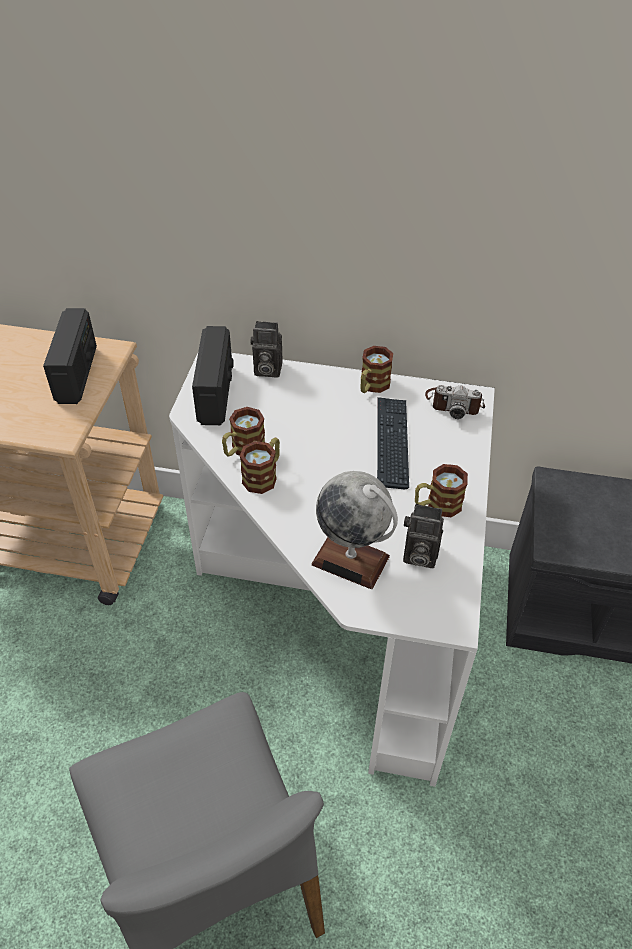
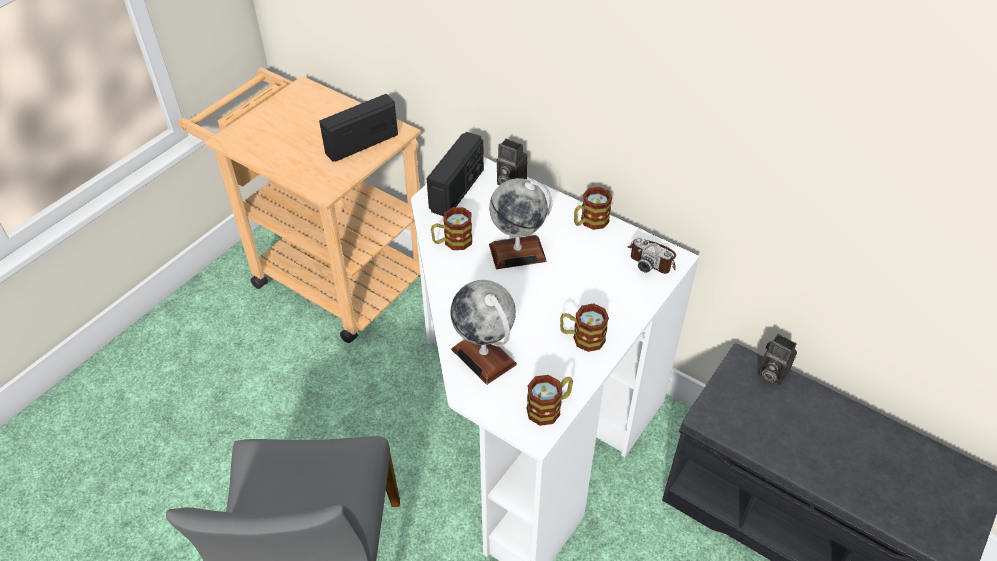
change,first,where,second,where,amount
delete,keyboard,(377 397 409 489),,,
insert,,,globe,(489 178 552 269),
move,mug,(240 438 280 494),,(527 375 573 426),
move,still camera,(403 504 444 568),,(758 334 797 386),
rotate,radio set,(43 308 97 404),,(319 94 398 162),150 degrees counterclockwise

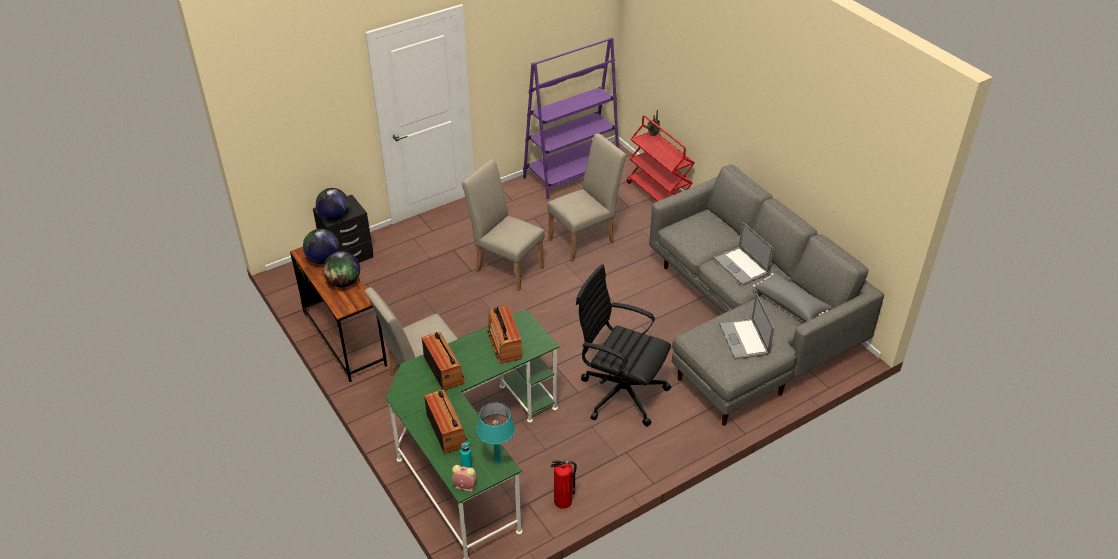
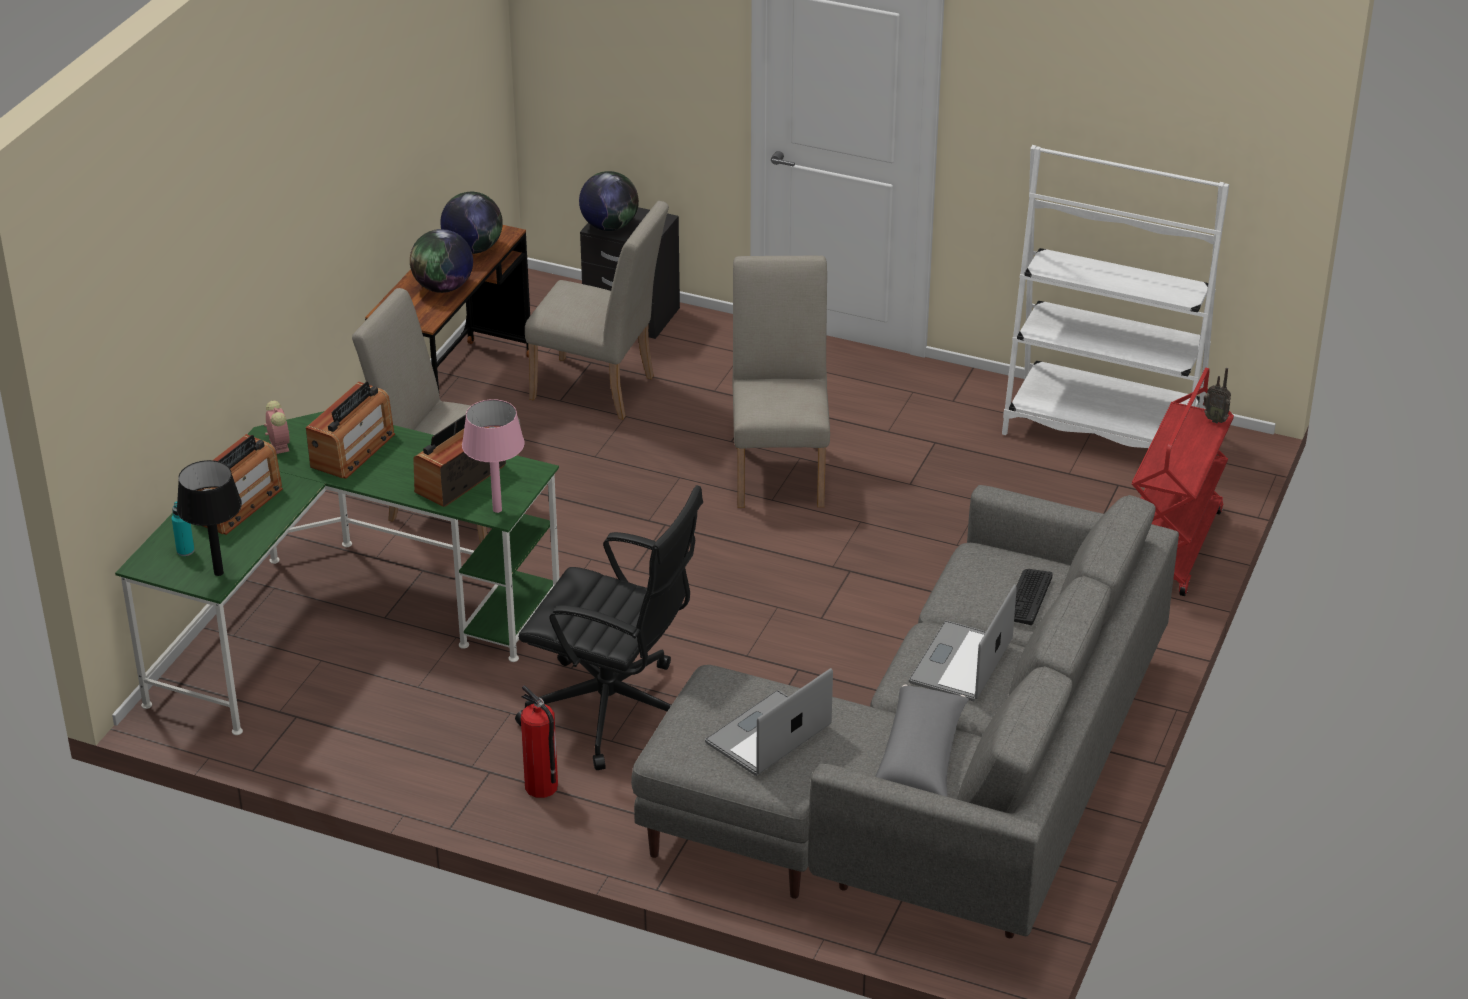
change,first,where,second,where,amount
insert,,,pink-coloured tabletop lamp,(462 399 524 513),
insert,,,keyboard,(1014 569 1053 625),
move,table clock,(452 465 477 492),,(264 401 290 454),
move,sand-coloured chair,(547 133 626 262),,(525 201 669 420),
move,fire-fighting cylinder,(551 460 577 509),,(521 685 558 798),
recolor,turquoise-coloured tabletop lamp,(477 403 515 464),black-coloured tabletop lamp,(177 460 242 576),
recolor,purplish bookshelf,(523 37 619 199),whitish bookshelf,(1002 145 1229 448),
rotate,black-coloured office chair,(576 264 671 426),,(515 485 703 770),120 degrees clockwise

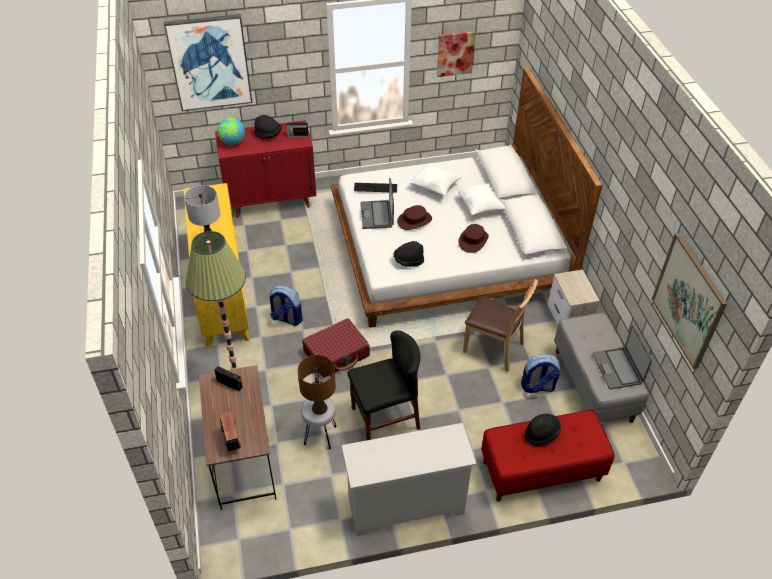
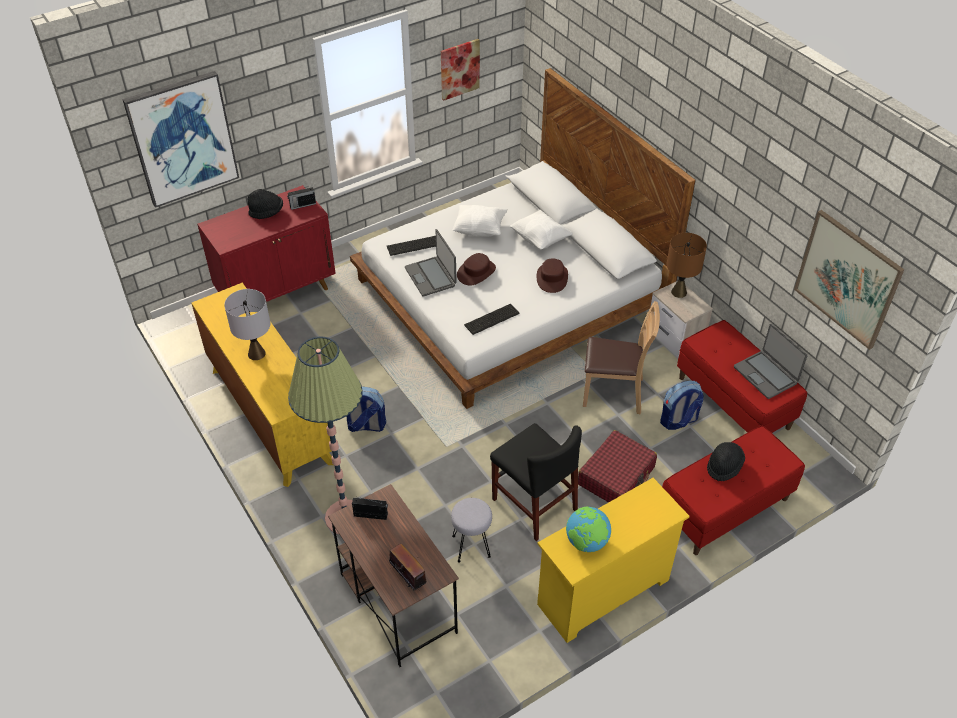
change,first,where,second,where,amount
move,globe,(217 117 245 145),,(566 507 611 552),
move,brownish tabletop lamp,(298 355 336 415),,(666 233 707 298),
move,red-coloured travel case,(302 318 370 378),,(578 430 657 503),
replace,black-coloured wearable hat,(394 241 424 267),keyboard,(464 304 520 335),
recolor,whitish dresser,(342 423 476 536),yellow-coloured dresser,(537 478 689 643),
recolor,greyish long seat,(554 313 649 423),red-coloured long seat,(677 320 807 433),
rotate,black-coloured chair,(348 330 420 441),,(490 423 582 541),90 degrees clockwise

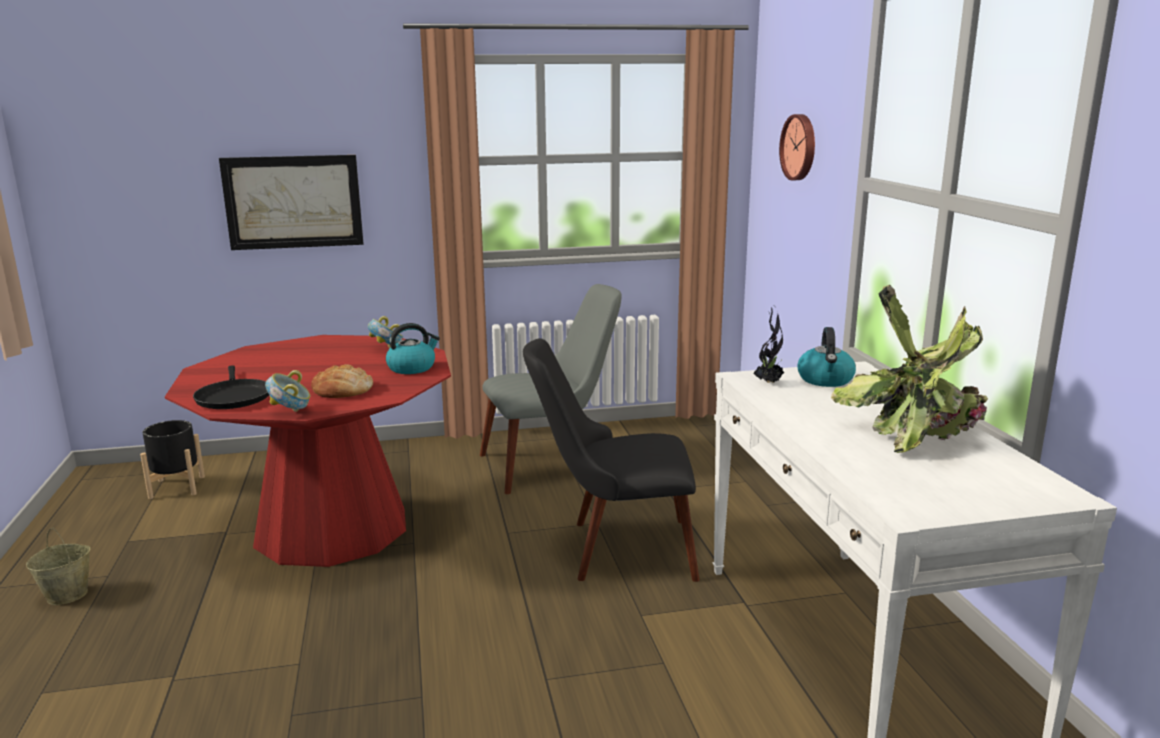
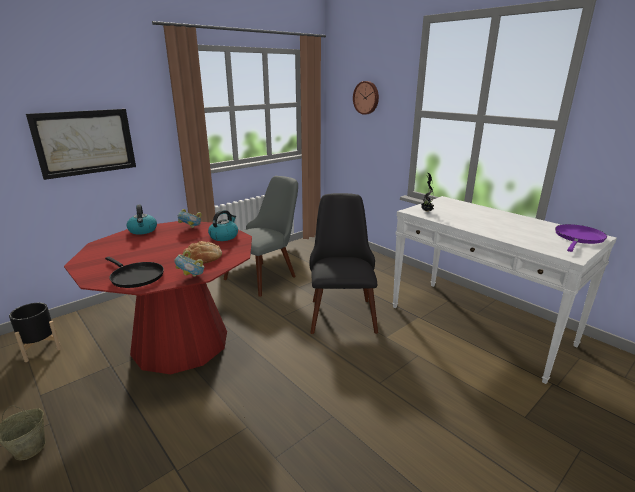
change,first,where,second,where,amount
delete,potted plant,(831 285 988 453),,,
insert,,,purplish skillet,(555 224 607 252),
move,tea kettle,(797 327 856 387),,(127 204 157 235),
rotate,black-coloured chair,(523 338 700 582),,(309 193 378 334),120 degrees clockwise

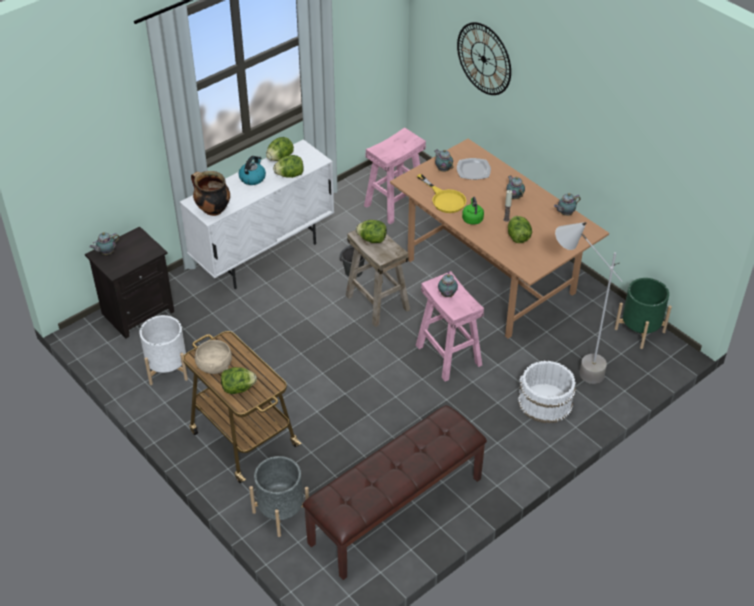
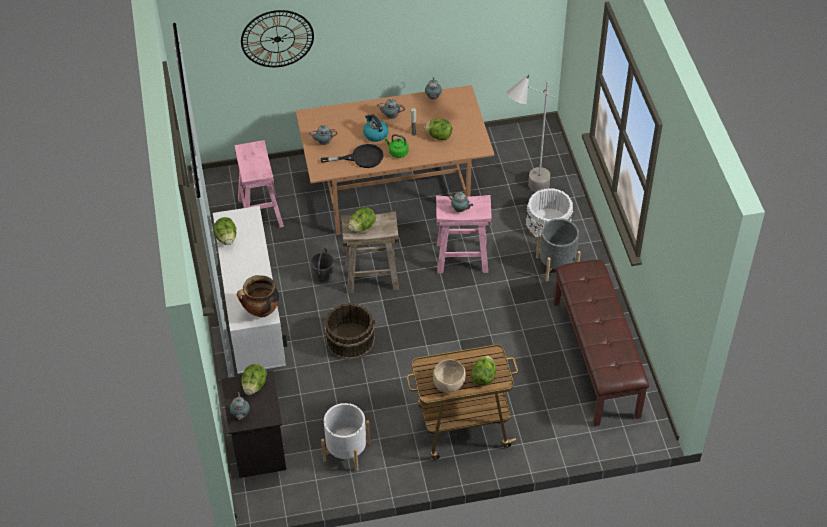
change,first,where,second,where,amount
delete,dinner plate,(457 158 491 180),,,
delete,green flower pot,(615 278 672 349),,,
insert,,,brownish bucket,(324 303 375 360),
move,tea kettle,(238 156 266 185),,(363 114 388 142),
move,greyish flower pot,(249 456 309 537),,(536 218 581 281),
move,head of lettuce,(273 155 304 178),,(241 364 267 395),
recolor,yellow-coloured skillet,(417 174 466 213),black-coloured skillet,(321 144 384 168),

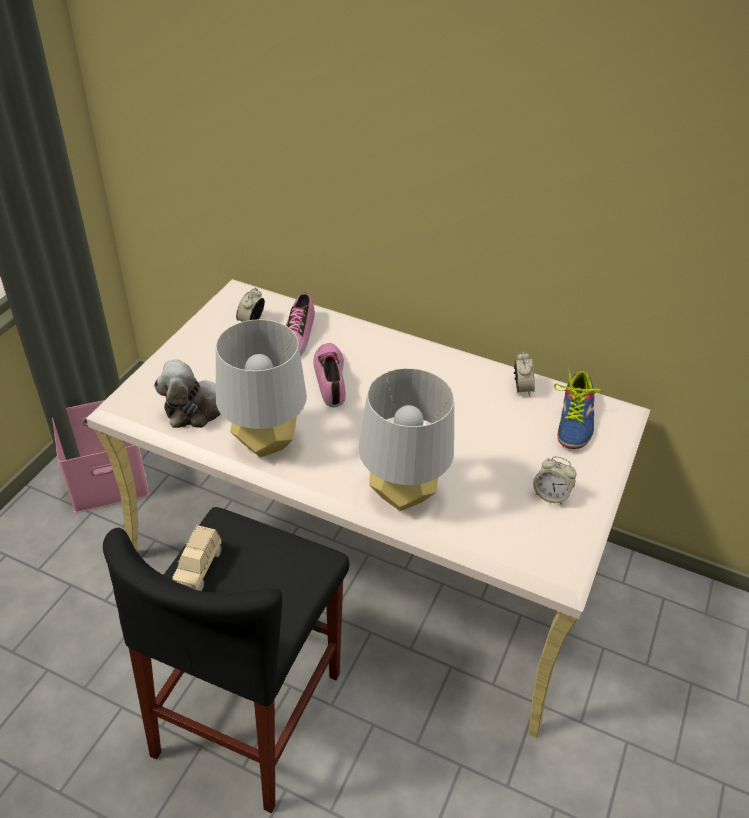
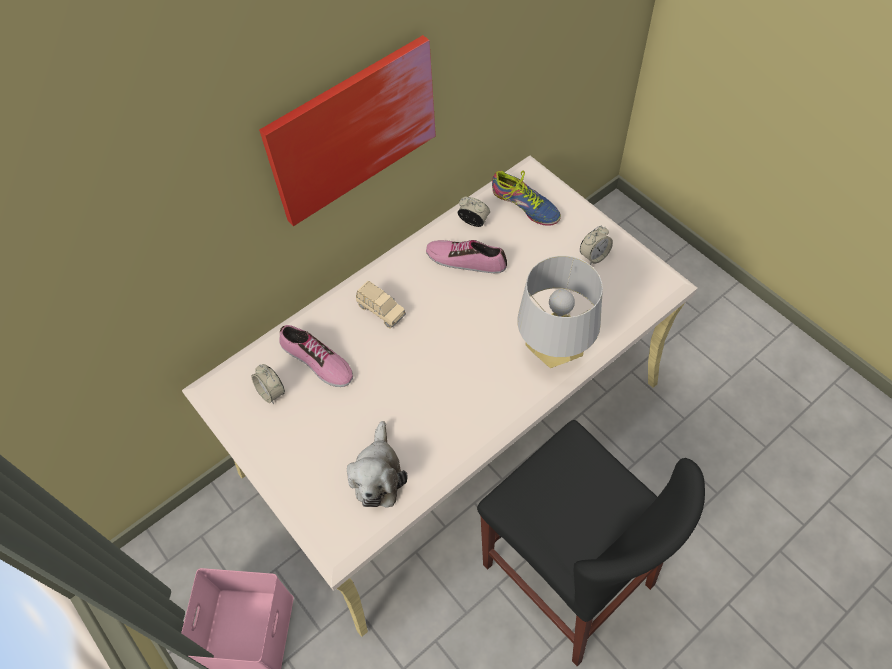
change,first,where,second,where,amount
delete,greyish tabletop lamp,(216 319 307 457),,,
insert,,,picture,(259 35 436 226),
move,sand-coloured model car,(173 526 222 591),,(356 281 406 328),
move,shoe,(313 343 346 408),,(426 240 507 273),

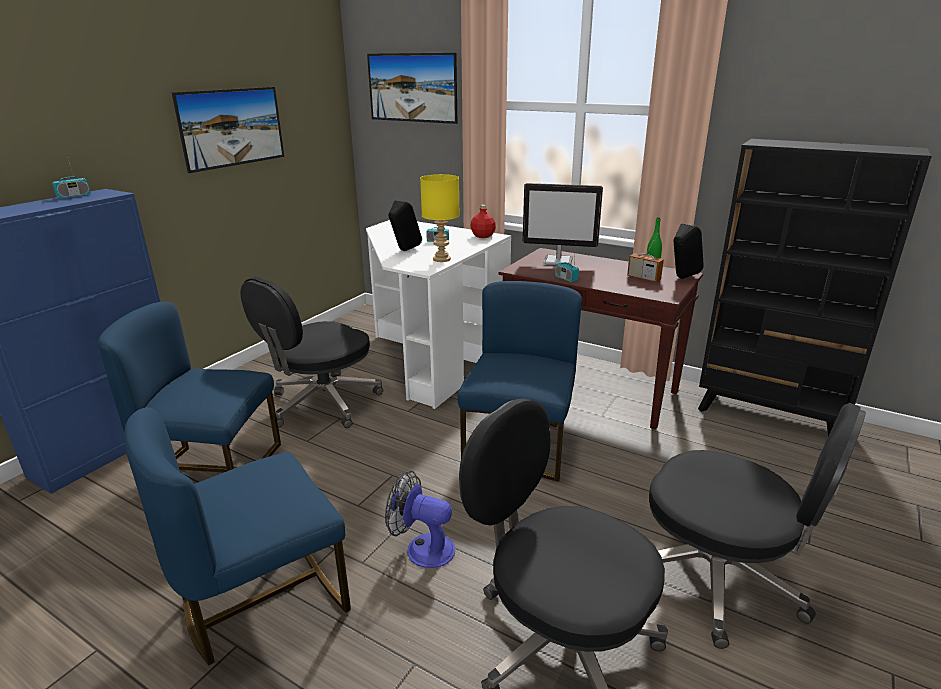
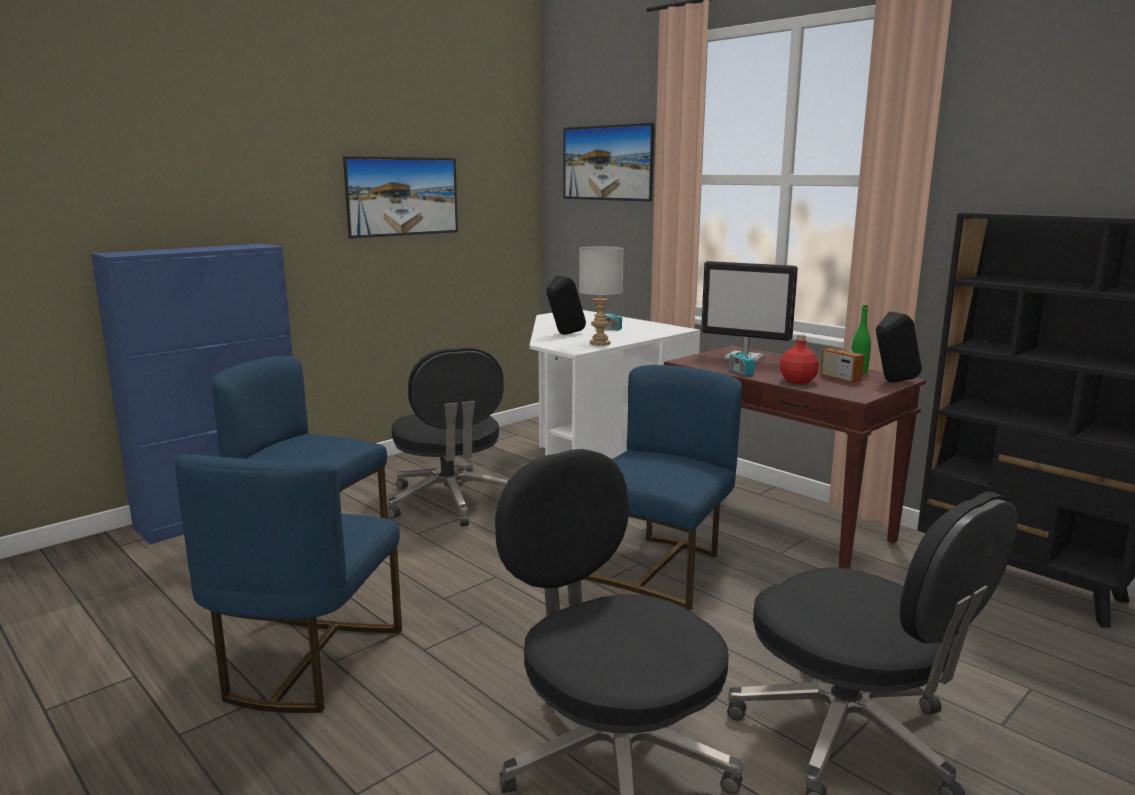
change,first,where,second,where,amount
delete,radio set,(52 155 91 198),,,
delete,electric fan,(385 470 455 568),,,
move,red-coloured drink bottle,(470 205 496 238),,(779 334 819 384),
recolor,yellow-coloured tabletop lamp,(420 174 460 262),greyish tabletop lamp,(579 247 624 346),
rotate,blue-coloured chair,(124 407 351 665),,(175 454 402 713),60 degrees counterclockwise
rotate,black-coloured office chair,(240 277 383 428),,(388 347 509 526),75 degrees counterclockwise

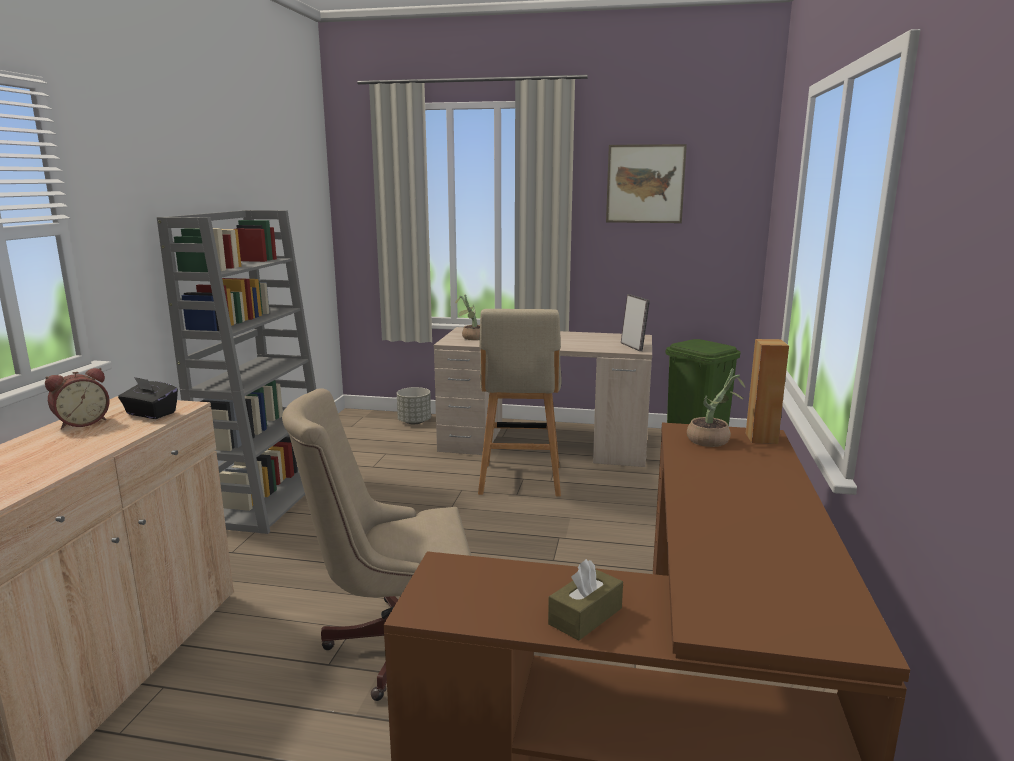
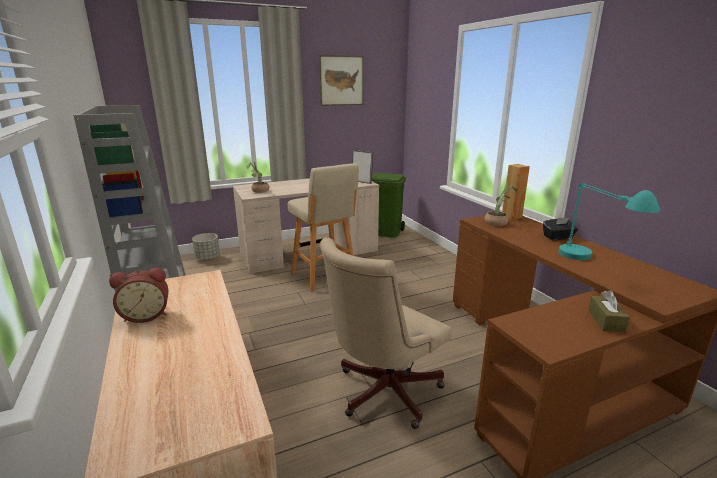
change,first,where,second,where,amount
insert,,,turquoise-coloured tabletop lamp,(558 183 660 260),
move,black-coloured tissue holder,(118 377 178 419),,(543 217 578 240),
rotate,table clock,(45 368 110 429),,(109 267 168 323),60 degrees clockwise

